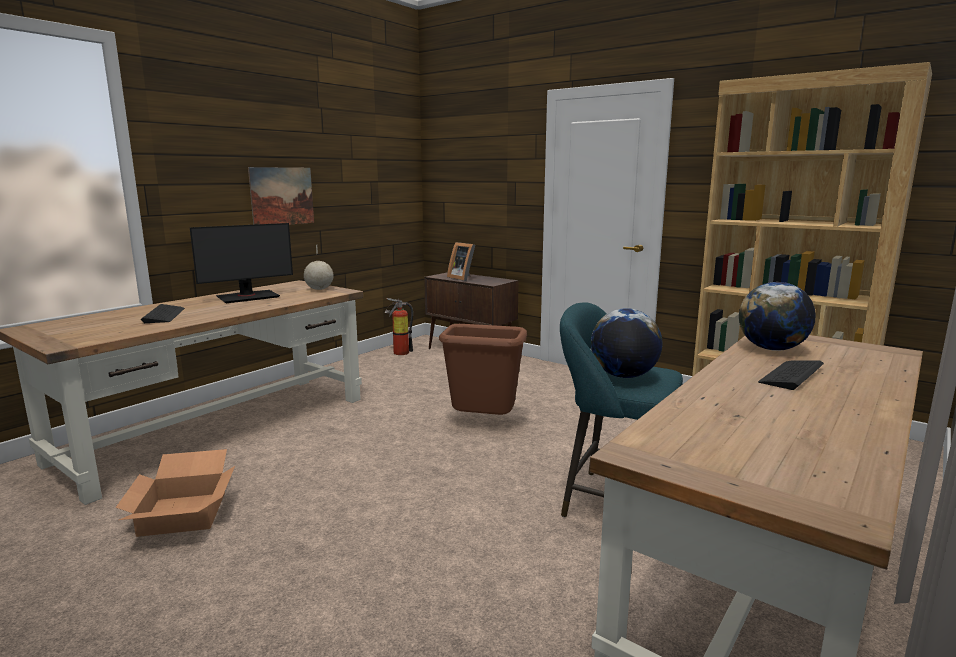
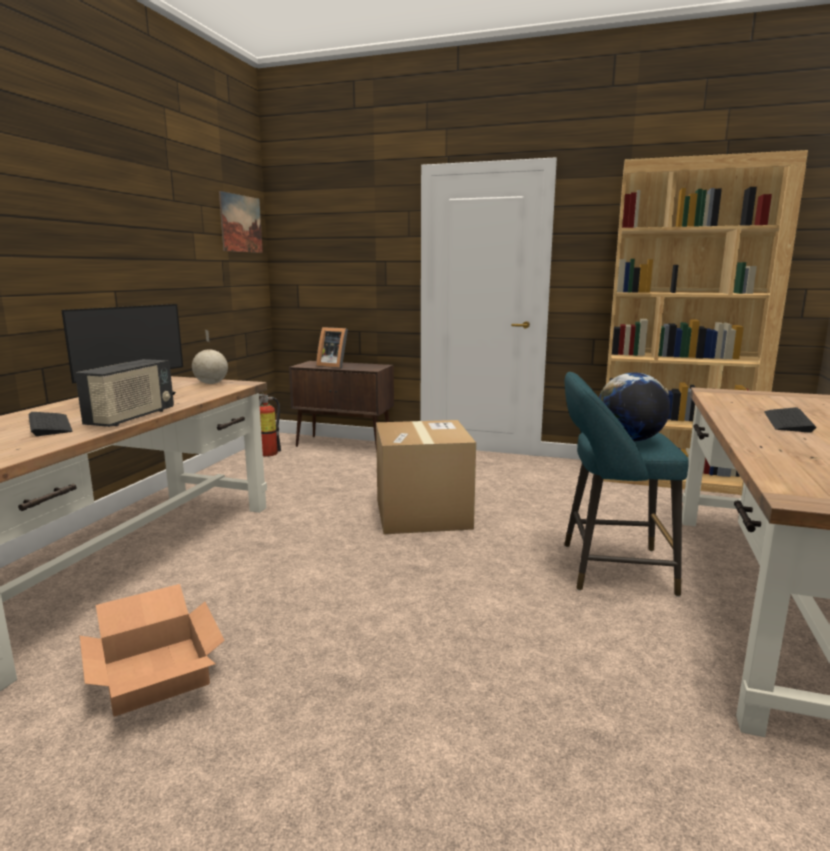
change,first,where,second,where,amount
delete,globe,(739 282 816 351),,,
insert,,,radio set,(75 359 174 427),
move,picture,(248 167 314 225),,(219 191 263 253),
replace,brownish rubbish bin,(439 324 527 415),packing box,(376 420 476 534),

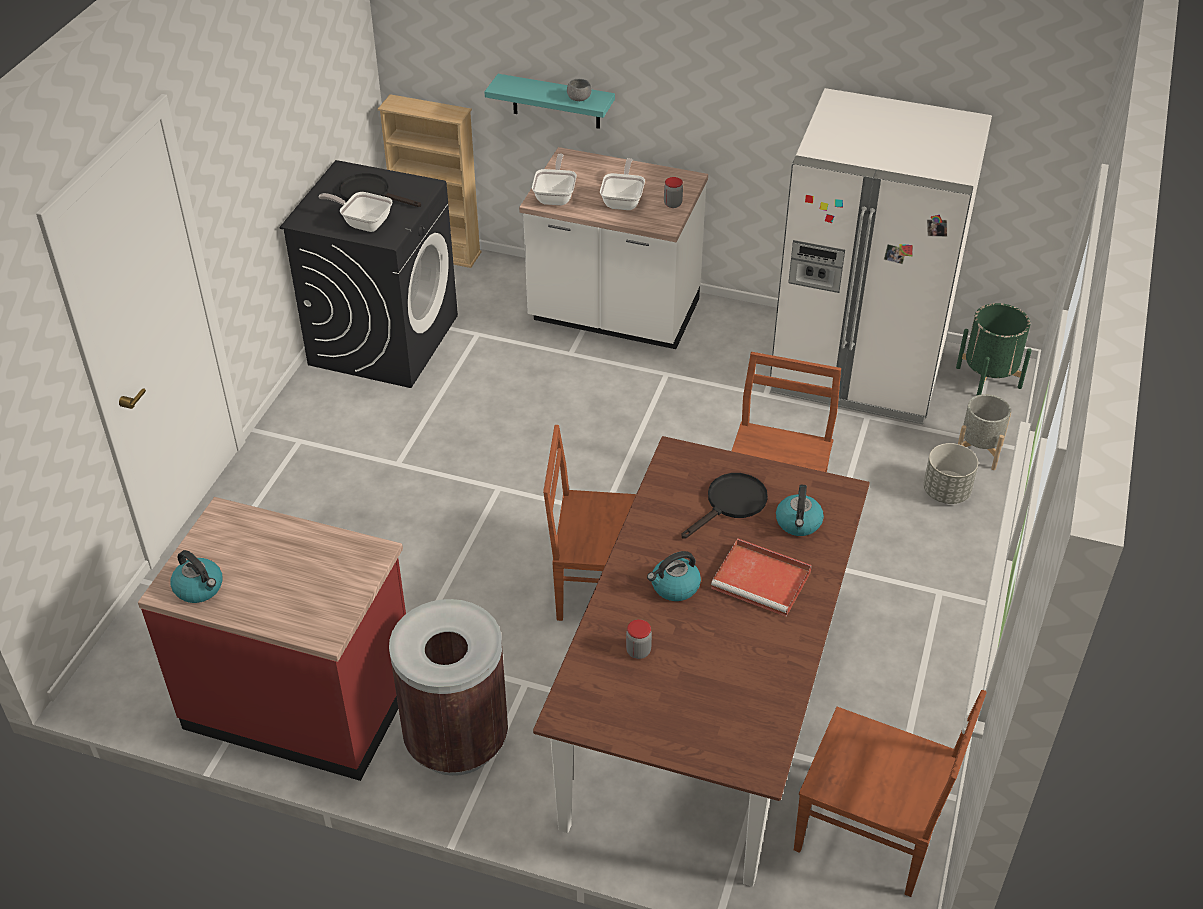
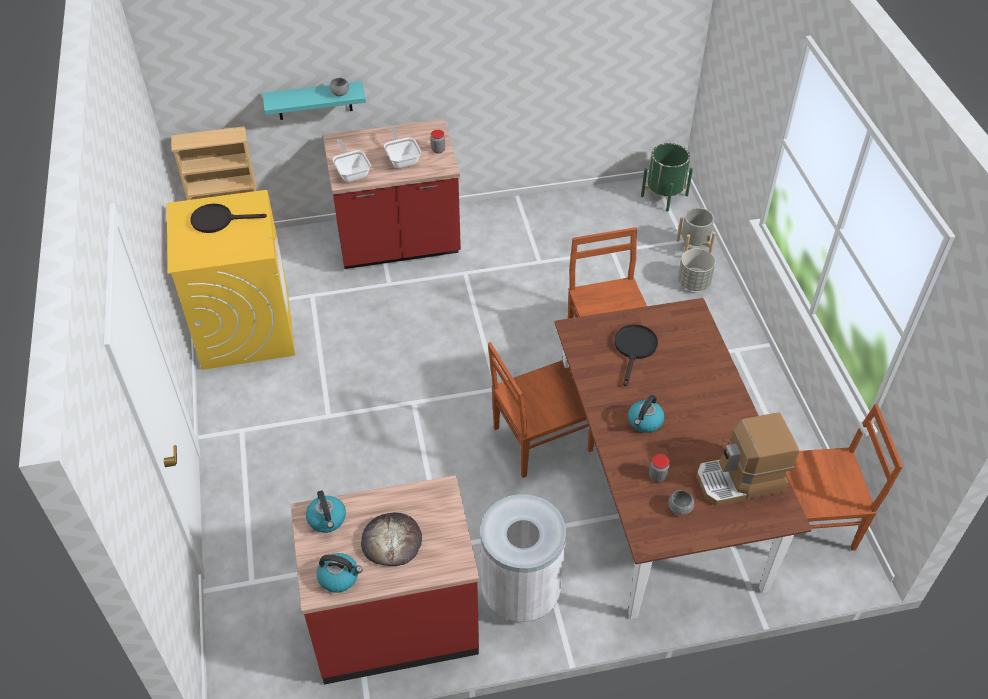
change,first,where,second,where,amount
delete,skillet,(319 192 393 232),,,
delete,red-coloured carrying tray,(711 539 812 617),,,
delete,whitish kitchen fridge,(770 88 992 424),,,
insert,,,bakery bread,(361 512 422 566),
insert,,,greyish deep dish,(668 490 694 515),
insert,,,coffee brewer,(696 413 799 506),
move,tea kettle,(776 484 824 536),,(306 490 346 533),
recolor,black-coloured laundry machine,(280 160 458 388),yellow-coloured laundry machine,(167 190 295 370),
recolor,brownish rubbish bin,(389 599 508 776),whitish rubbish bin,(480 494 566 622),
recolor,whitish kitchen counter,(519 147 708 349),red-coloured kitchen counter,(323 119 461 269),

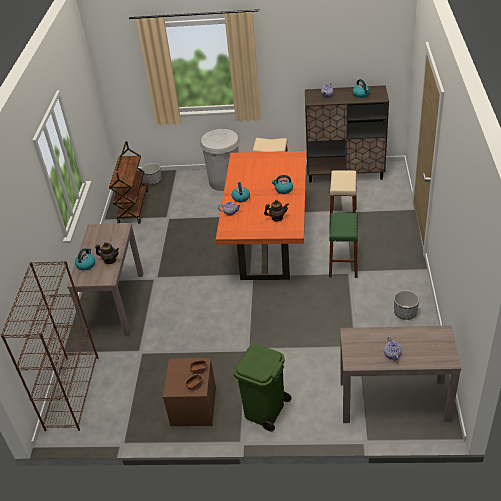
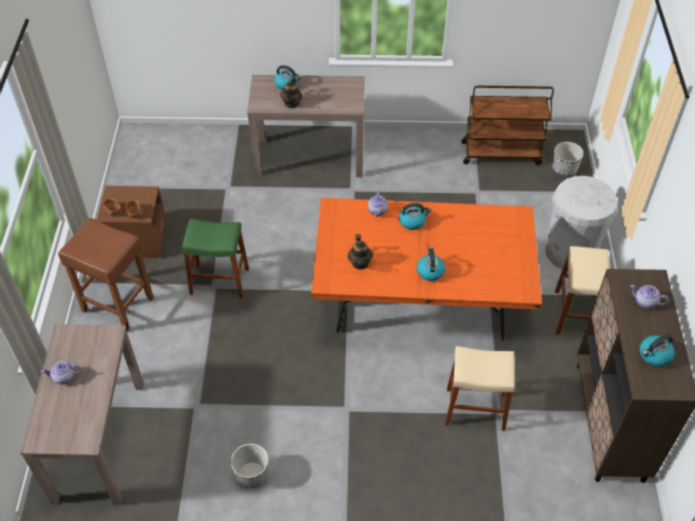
change,first,where,second,where,amount
delete,brownish bookshelf,(1 261 99 431),,,
move,green stool seat,(329 213 358 278),,(182 219 249 299),
replace,green rubbish bin,(233 345 292 431),brownish stool seat,(58 218 154 332),

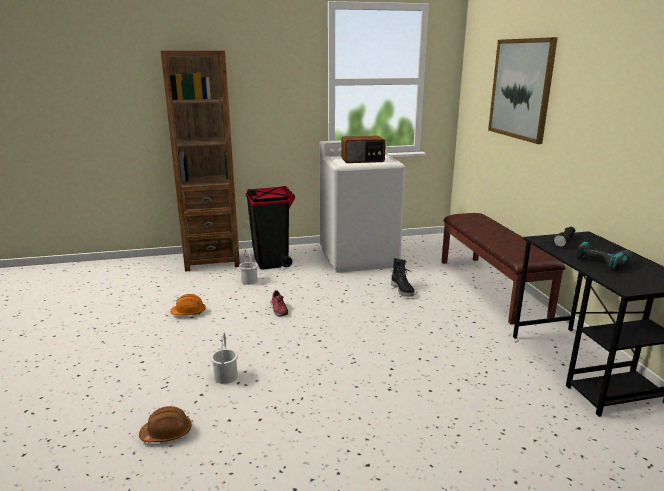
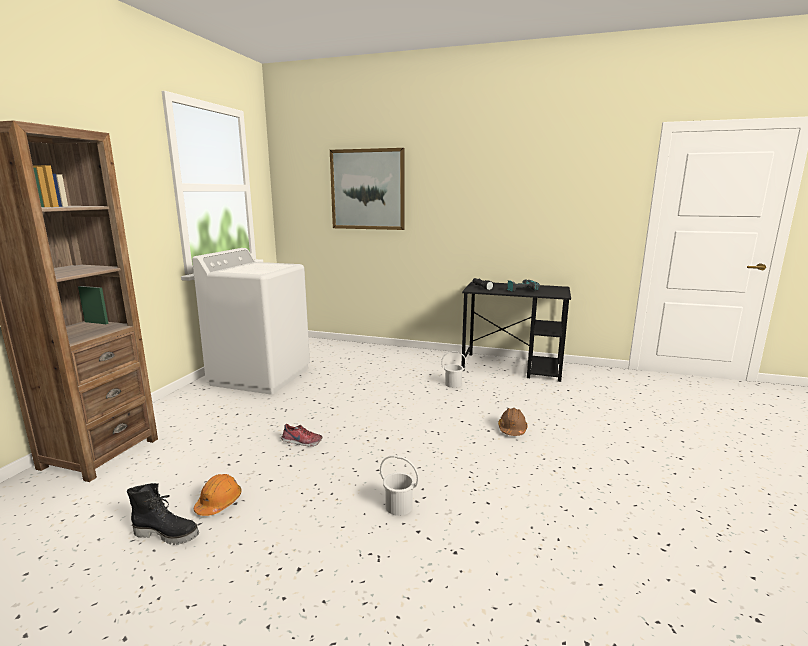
change,first,where,second,where,amount
delete,black-coloured rubbish bin,(246 186 295 270),,,
delete,radio set,(341 136 386 163),,,
delete,brownish long seat,(442 213 565 324),,,
move,brownish safety helmet,(139 406 191 442),,(498 408 528 436),
move,whitish bucket,(239 249 258 285),,(441 351 467 388),
move,black-coloured boot,(391 258 414 297),,(127 483 199 545),

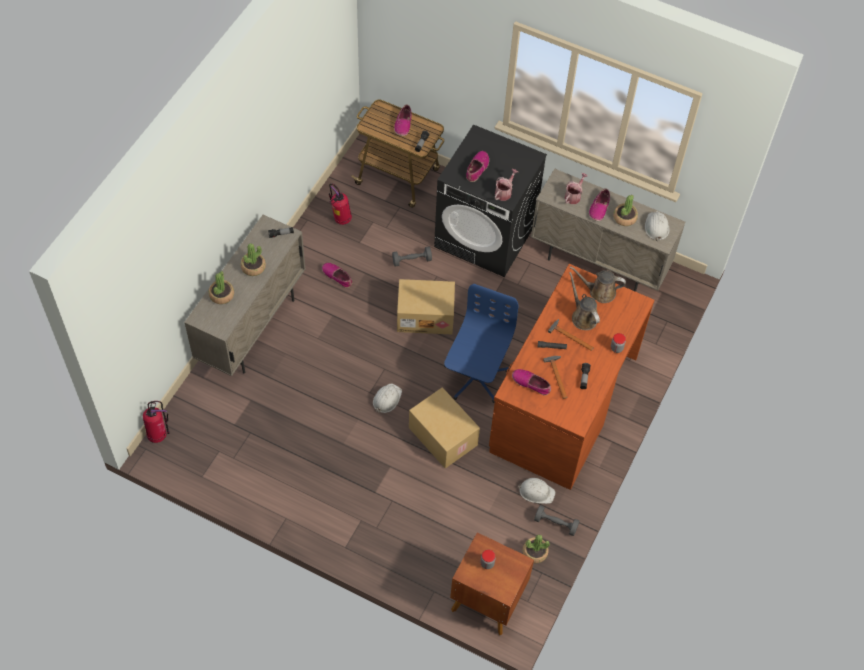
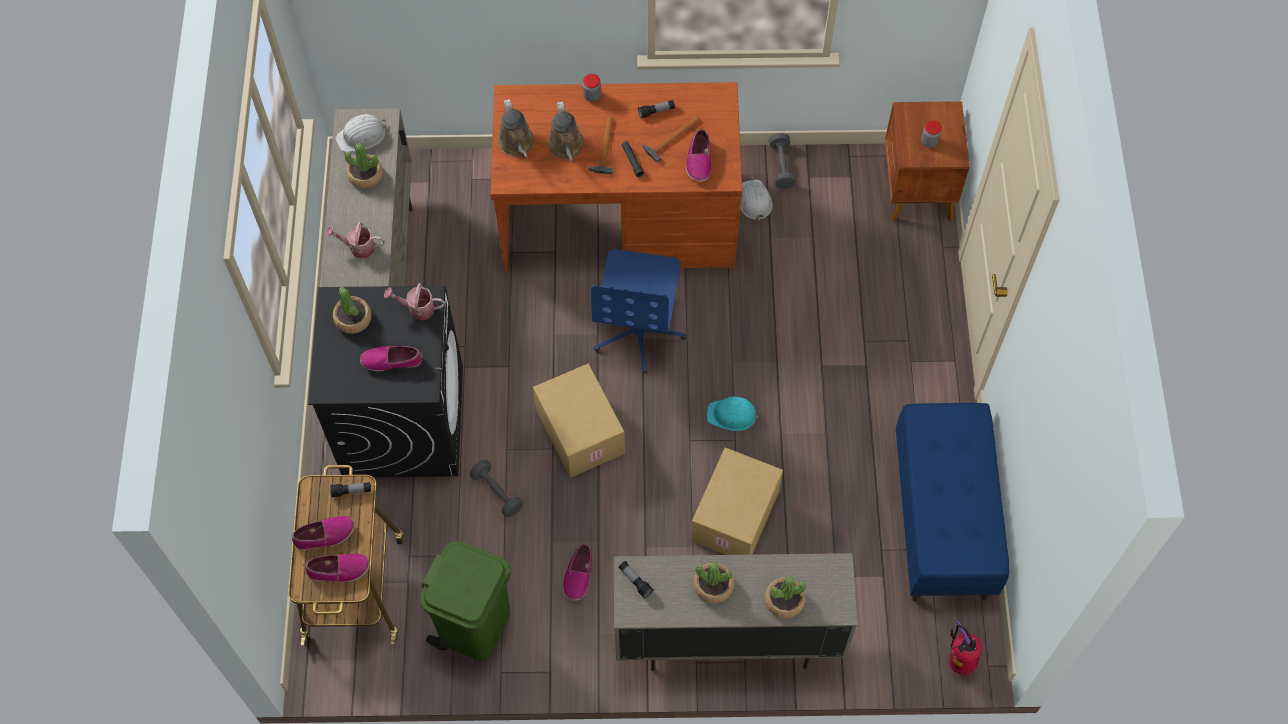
change,first,where,second,where,amount
insert,,,blue-coloured long seat,(896 403 1009 602),
move,packing box,(409 387 480 468),,(691 447 783 555),
move,potted plant,(523 534 550 563),,(333 287 372 334),
move,shoe,(589 189 610 221),,(305 554 370 582),
replace,fire-fighting cylinder,(329 184 352 225),green rubbish bin,(420 541 511 661),
recolor,whitish safety helmet,(373 383 402 413),turquoise-coloured safety helmet,(707 397 760 431),
rotate,blue-coloured office chair,(444 284 518 403),,(591 249 687 374),75 degrees counterclockwise
rotate,brownish watering can,(569 272 600 330),,(547 101 584 161),45 degrees counterclockwise

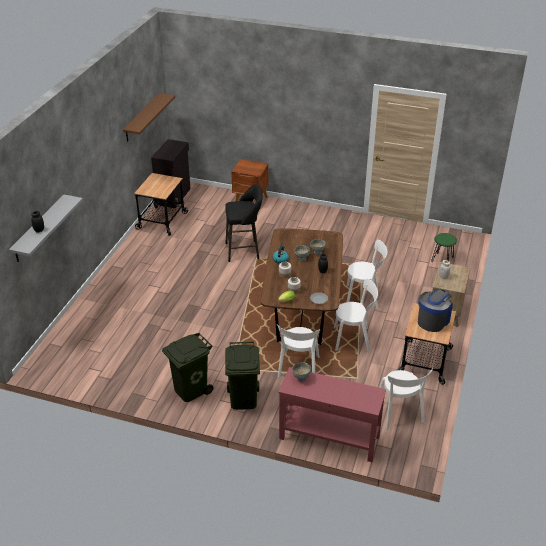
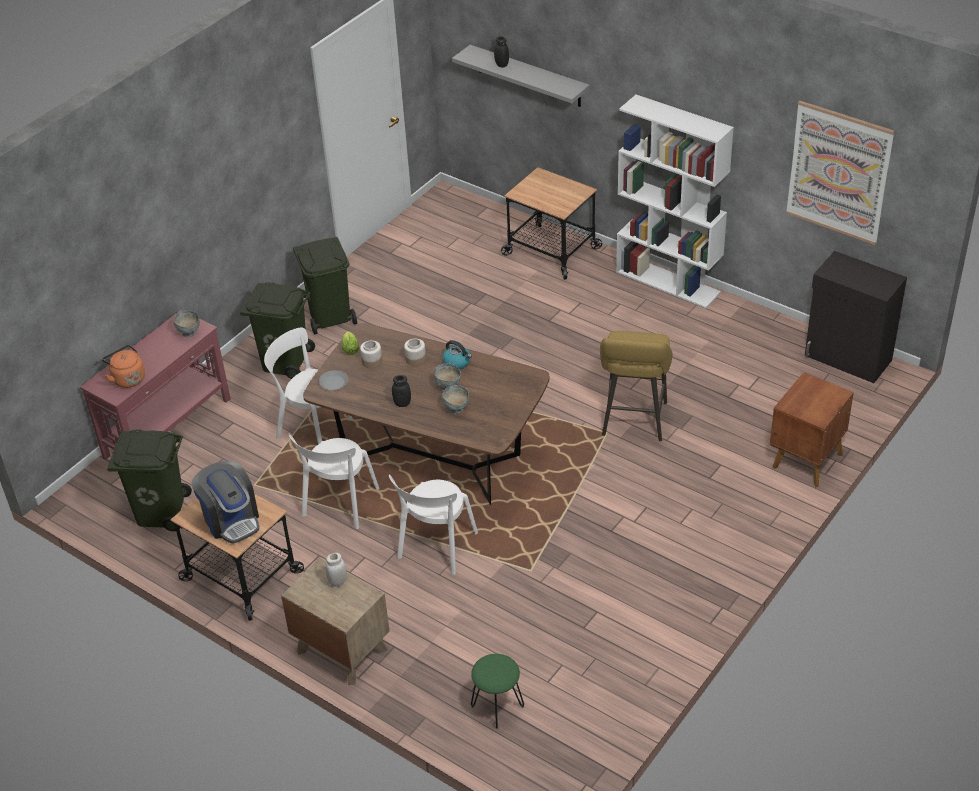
change,first,where,second,where,amount
insert,,,orange tea kettle,(102 345 145 388),
insert,,,whitish bookshelf,(616 95 734 308),
move,trolley,(134 173 188 236),,(501 167 602 280),
replace,brownish bracket shelf,(122 93 175 142),picture,(786 101 895 245),
replace,whitish chair,(379 368 433 429),green rubbish bin,(107 429 192 531),
recolor,black-coloured stool seat,(225 184 262 262),yellow-coloured stool seat,(600 331 672 441),

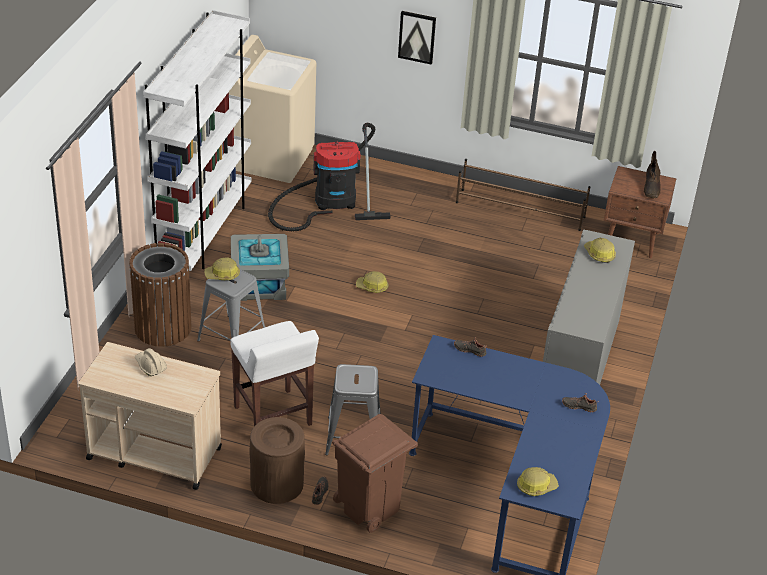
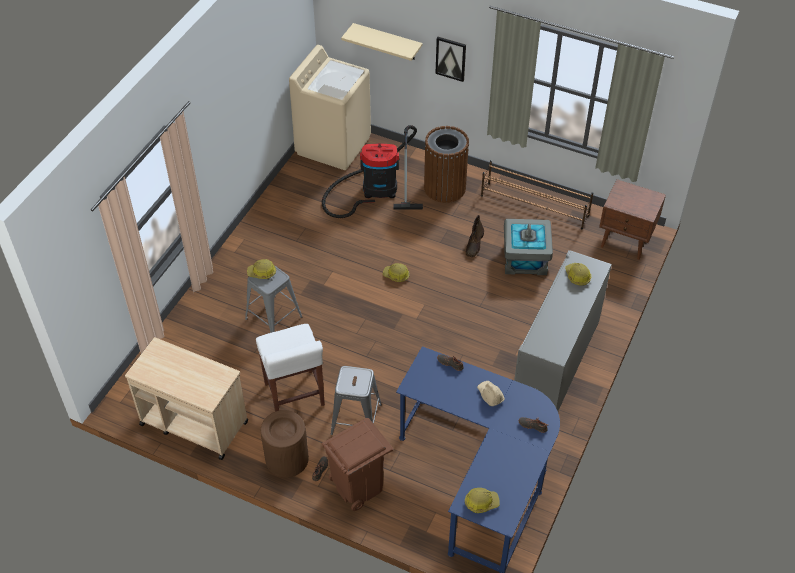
change,first,where,second,where,amount
delete,whitish bookshelf,(143 10 251 271),,,
insert,,,sand-coloured bracket shelf,(341 23 423 61),
move,brownish rubbish bin,(129 243 191 347),,(424 126 469 203),
move,sand-coloured safety helmet,(135 348 167 376),,(477 381 505 406),
move,greyish storage container,(231 234 289 301),,(504 219 553 275),
move,brownish boot,(644 151 661 198),,(466 215 484 257),

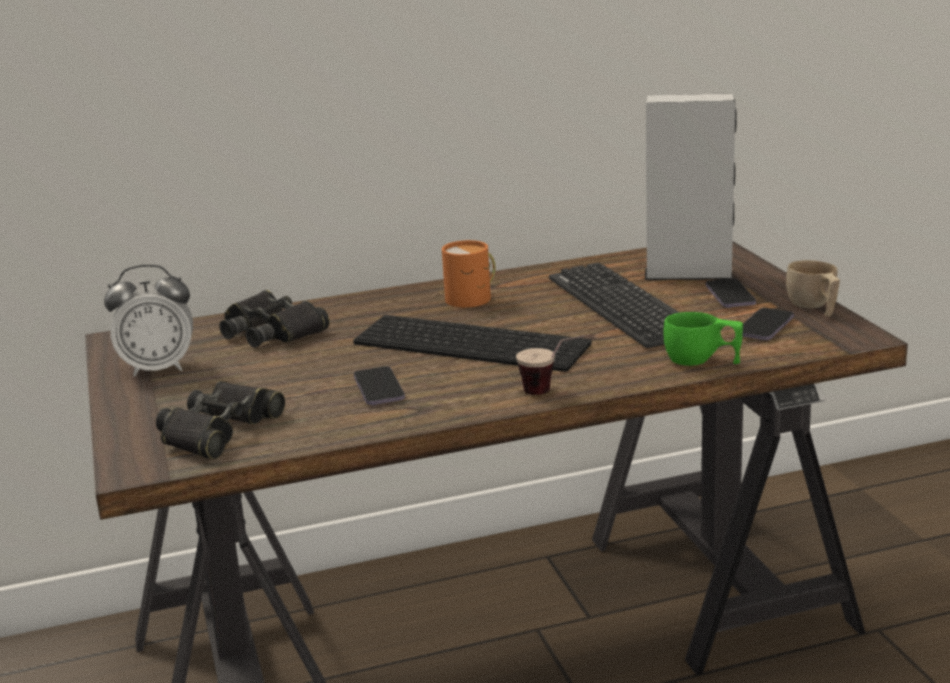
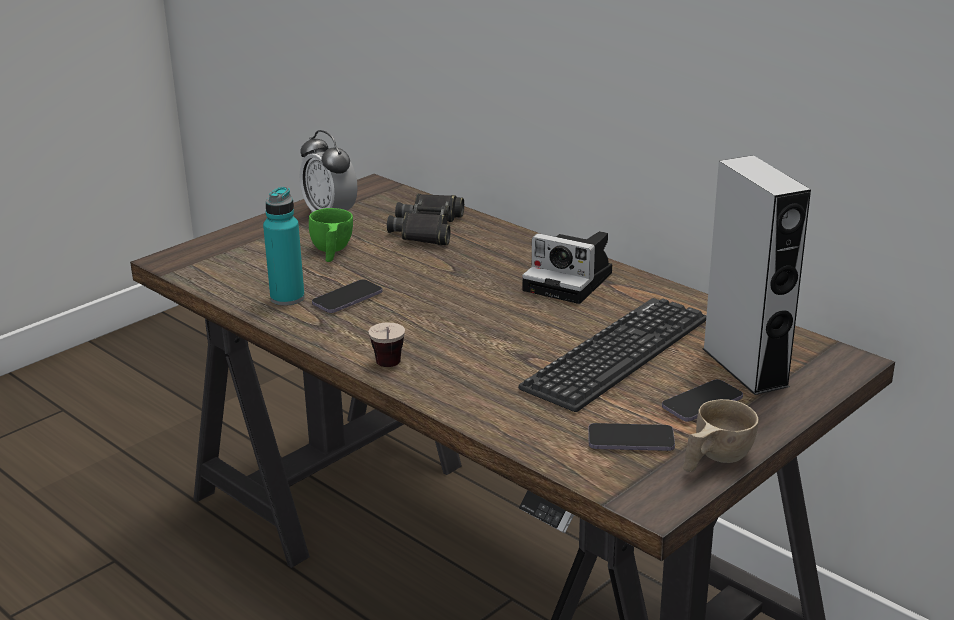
change,first,where,second,where,amount
delete,black-coloured pair of binoculars,(156 381 285 459),,,
delete,keyboard,(353 315 592 372),,,
insert,,,turquoise-coloured drink bottle,(263 187 305 306),
move,green small cup,(664 312 743 366),,(309 208 353 262),
replace,orange mug,(442 240 496 307),still camera,(522 231 612 304),

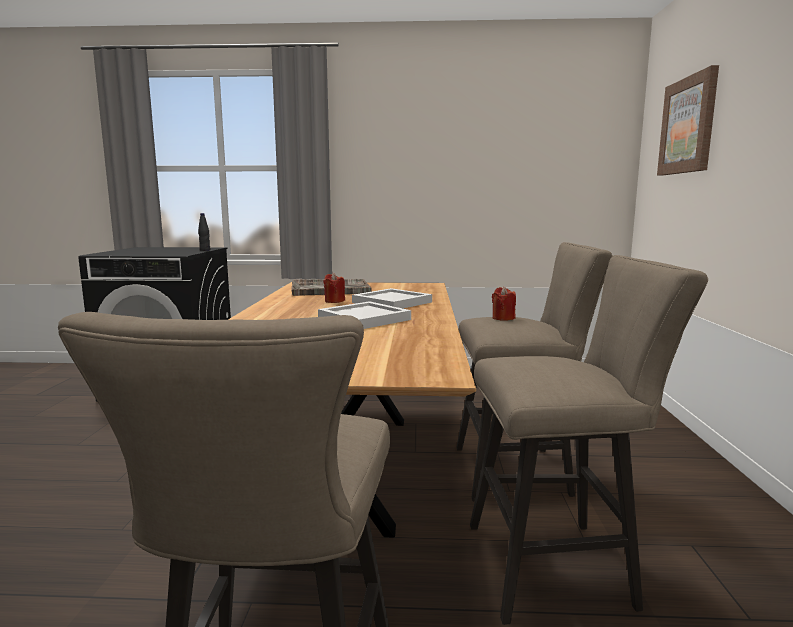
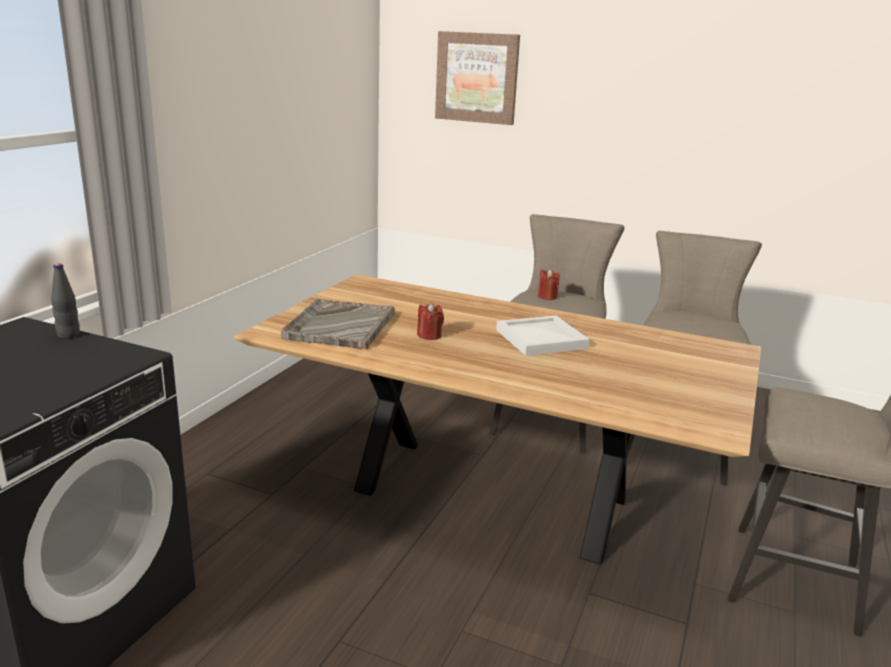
change,first,where,second,where,amount
delete,whitish carrying tray,(352 288 432 308),,,

